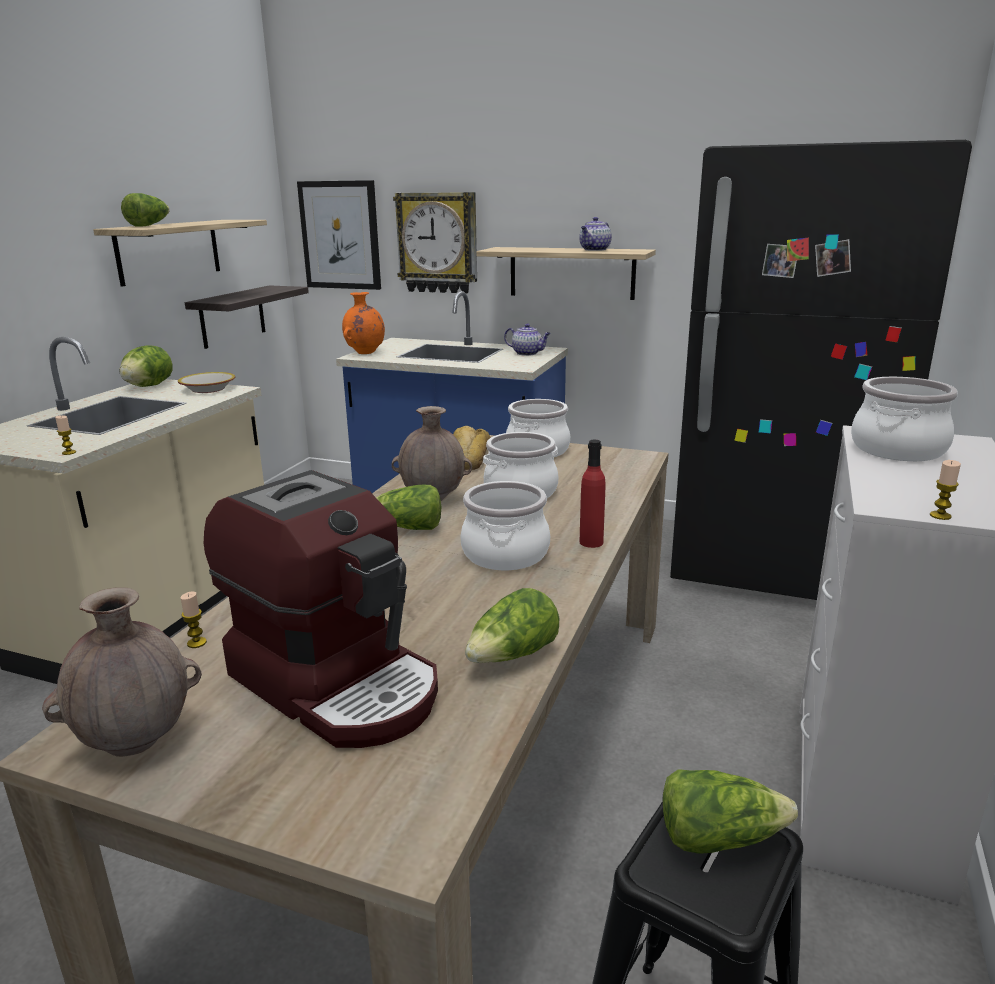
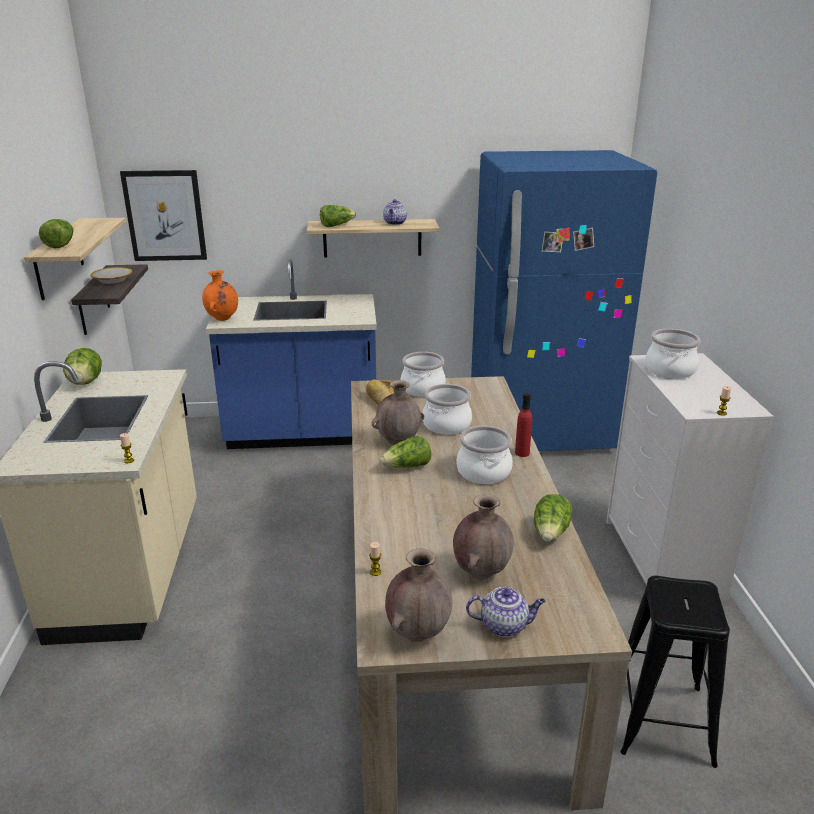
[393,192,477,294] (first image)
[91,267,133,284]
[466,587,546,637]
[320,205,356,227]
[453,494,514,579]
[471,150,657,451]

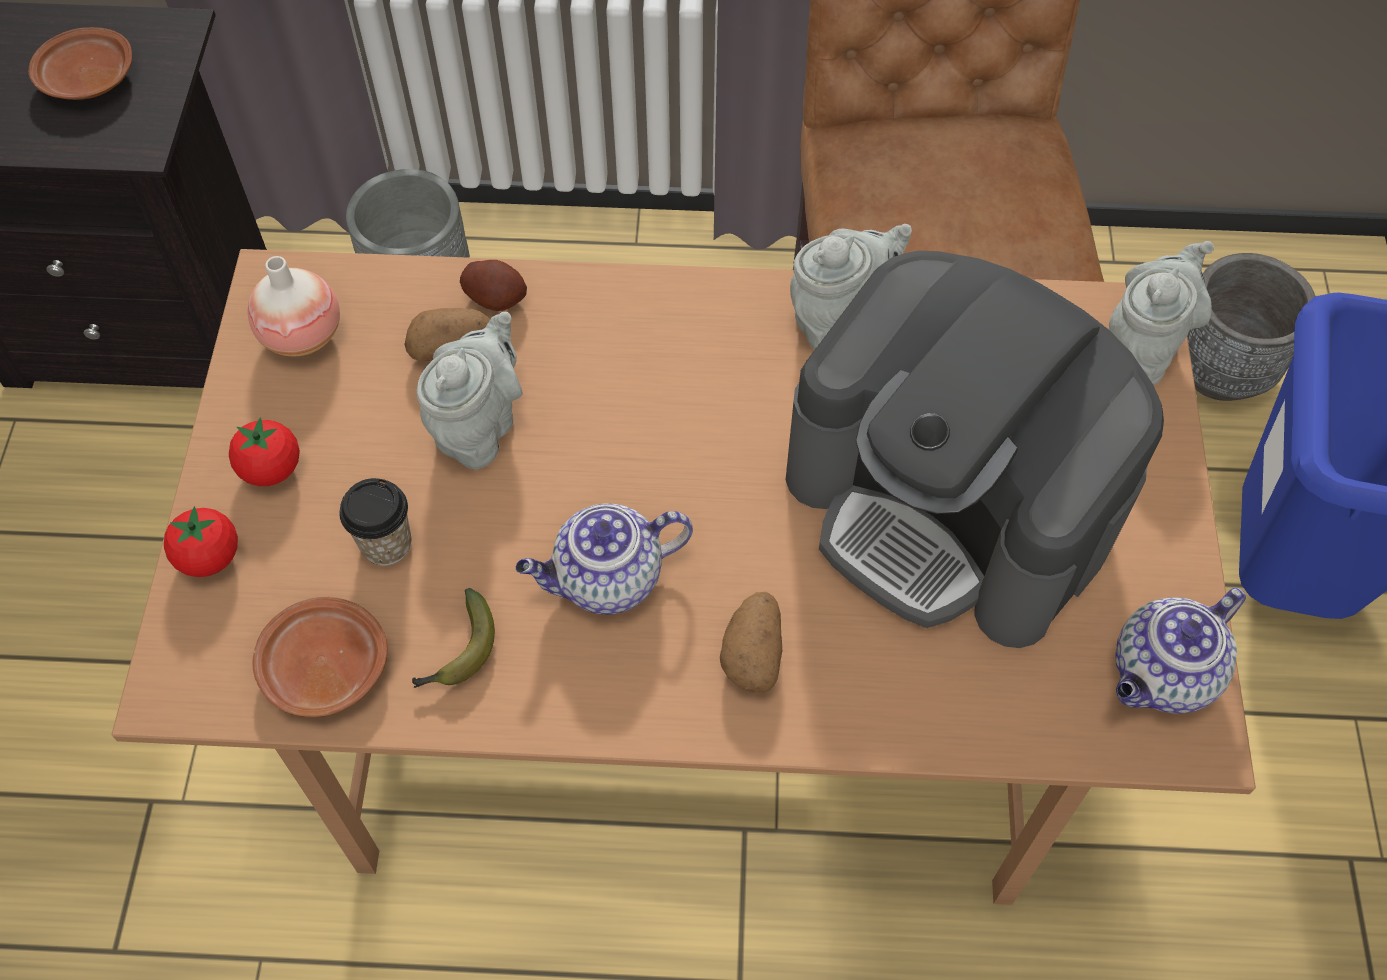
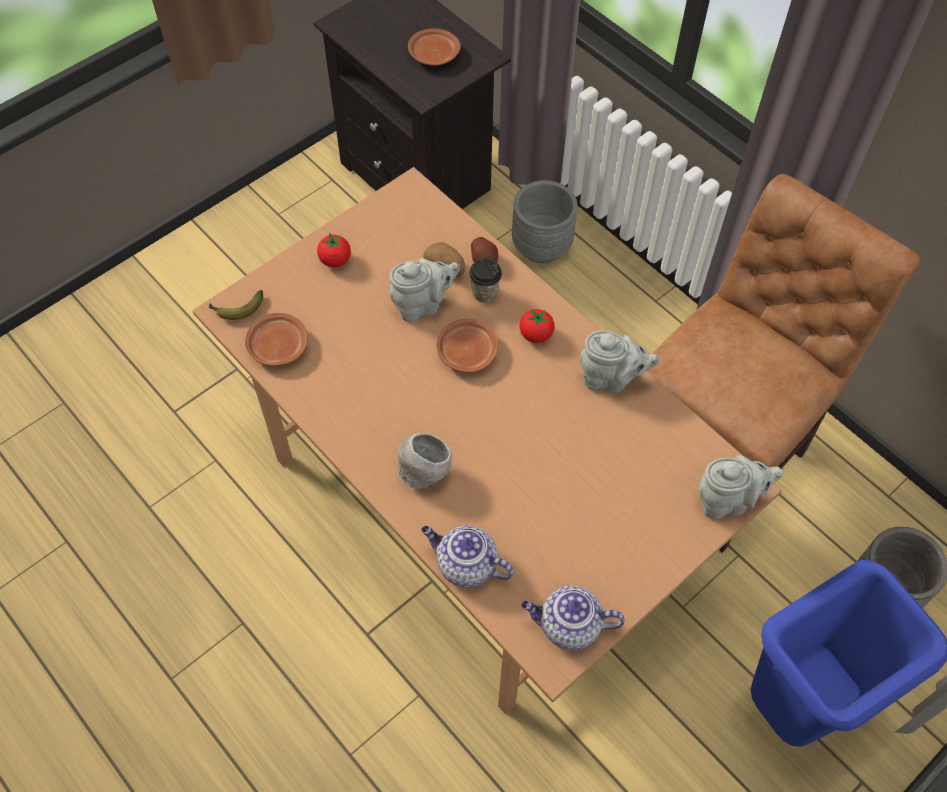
[248,256,340,357] (first image)
[786,251,1164,648] (first image)
[436,319,499,373]
[520,309,554,343]
[469,258,502,303]
[208,290,263,320]
[421,526,514,588]
[398,432,452,489]

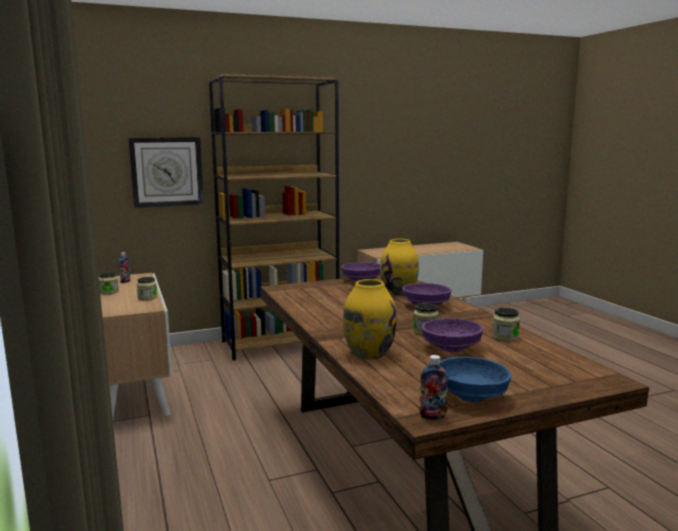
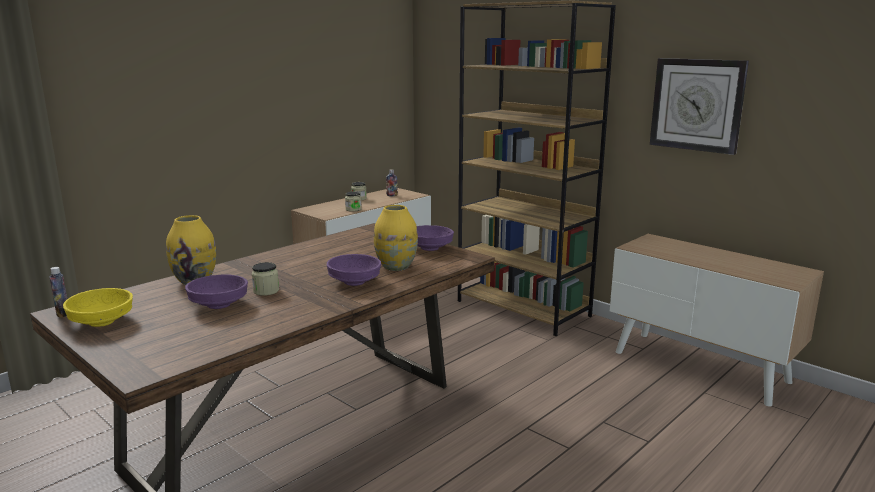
[492,308,520,341] (first image)
[650,58,749,155]
[63,288,133,327]

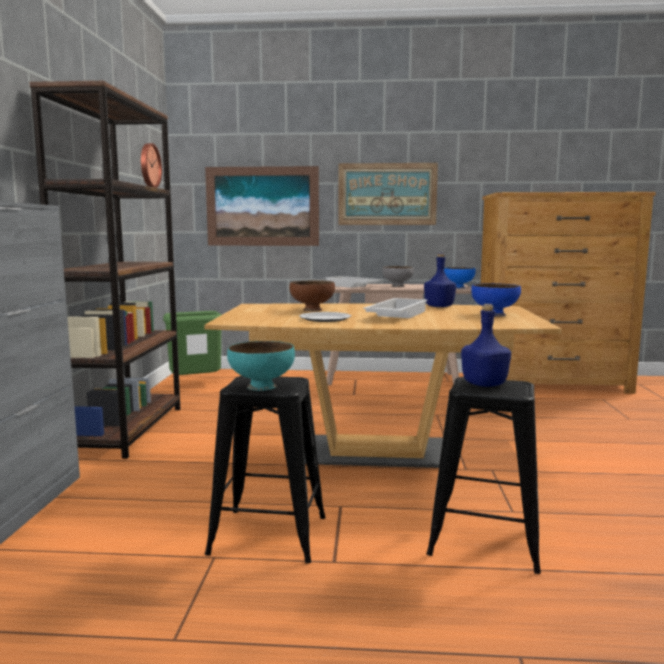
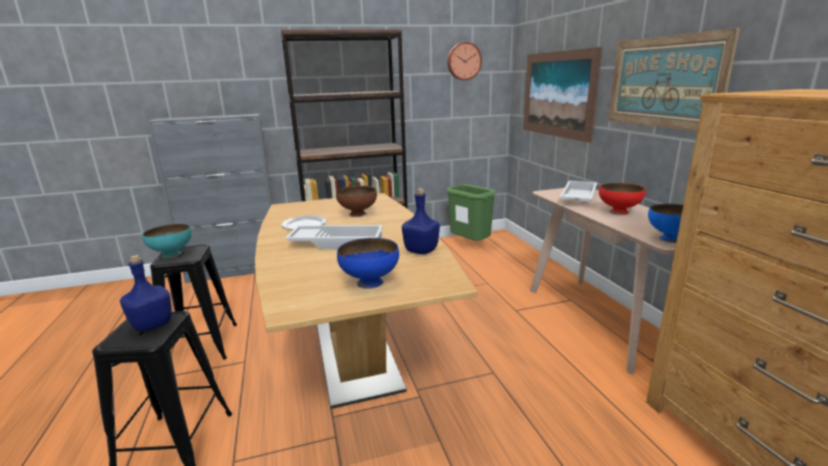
[599,183,645,215]

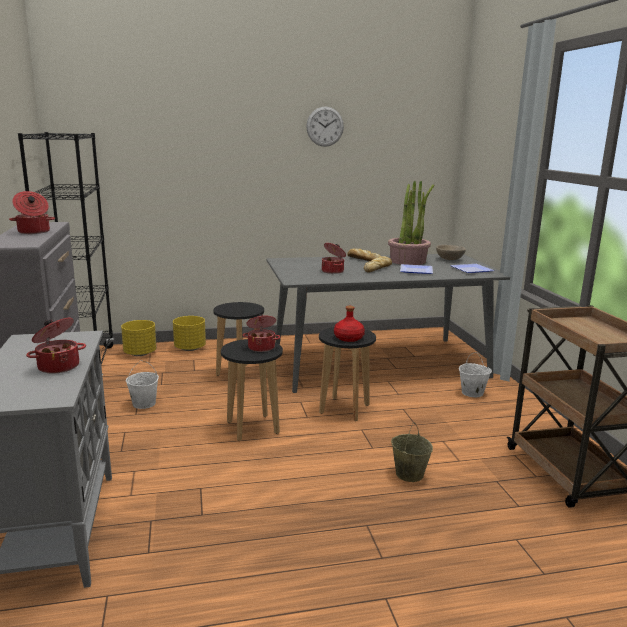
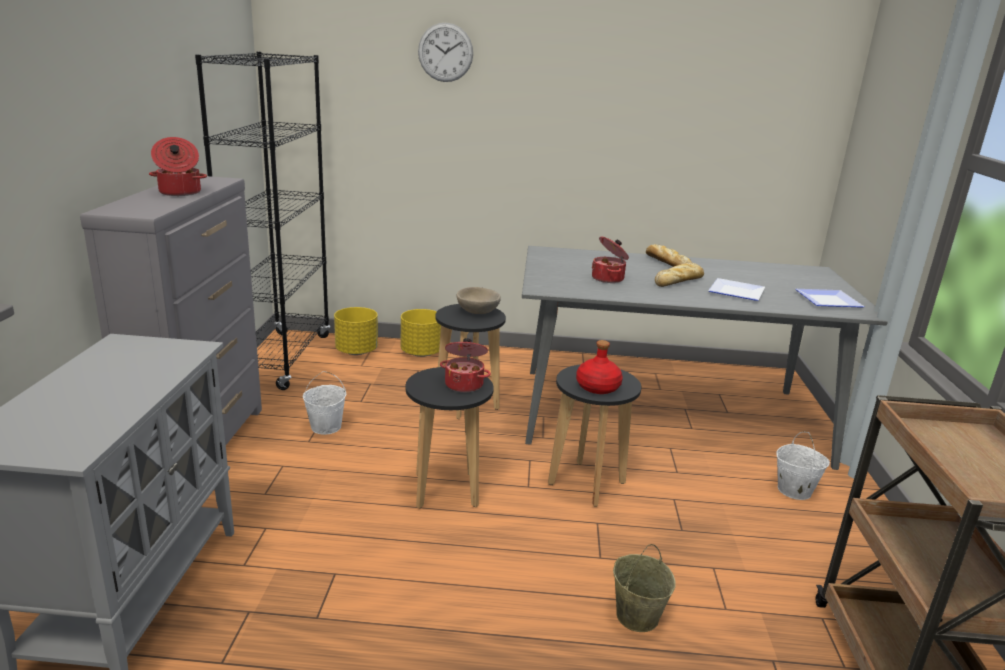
[26,318,86,374] (first image)
[388,180,435,265] (first image)
[418,23,473,82]
[457,287,501,314]

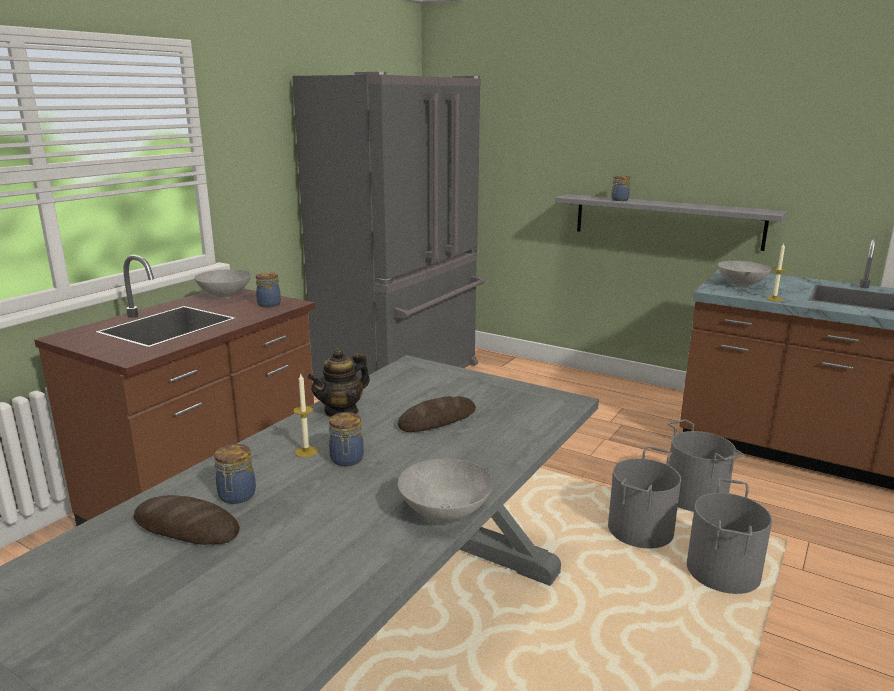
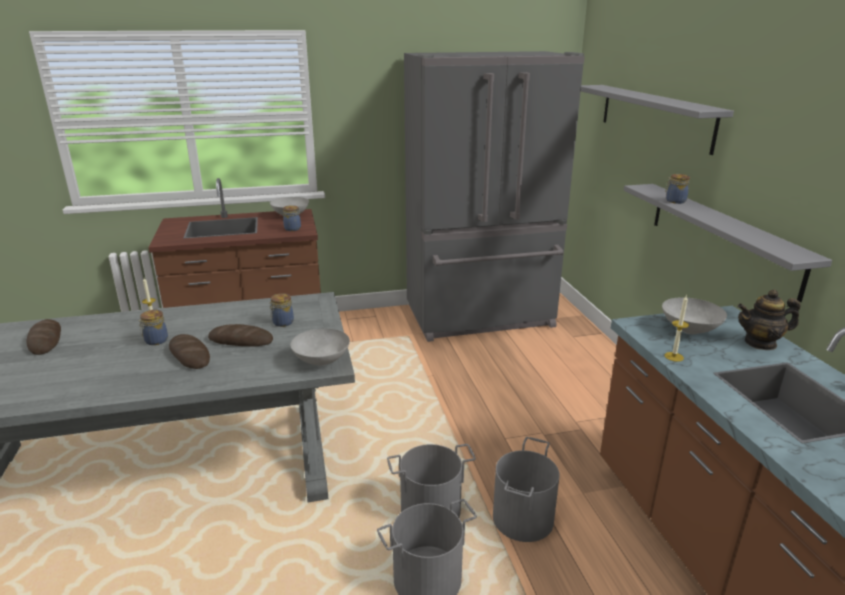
[169,334,210,369]
[581,85,734,155]
[269,293,294,327]
[738,290,801,350]
[290,328,350,366]

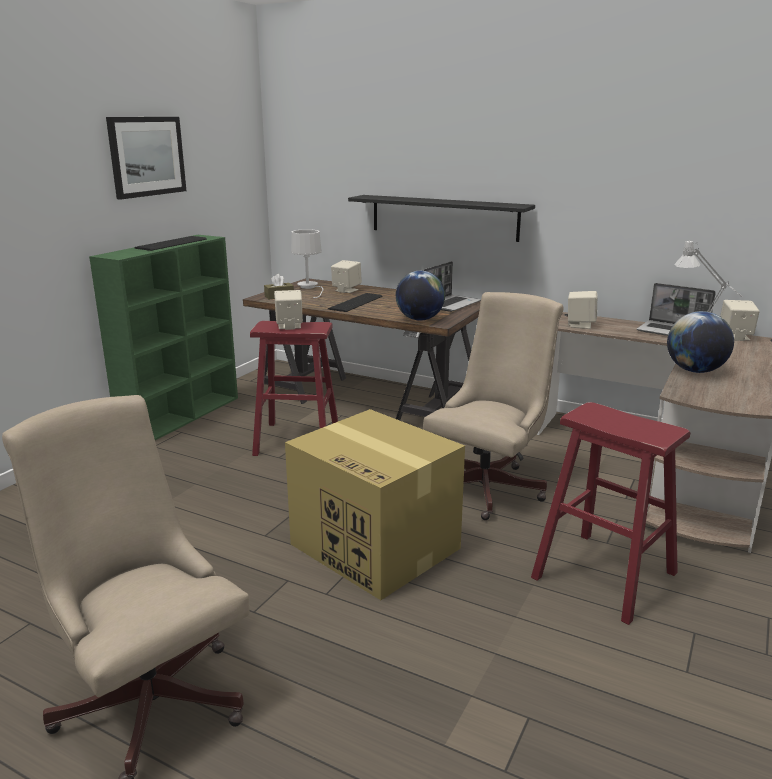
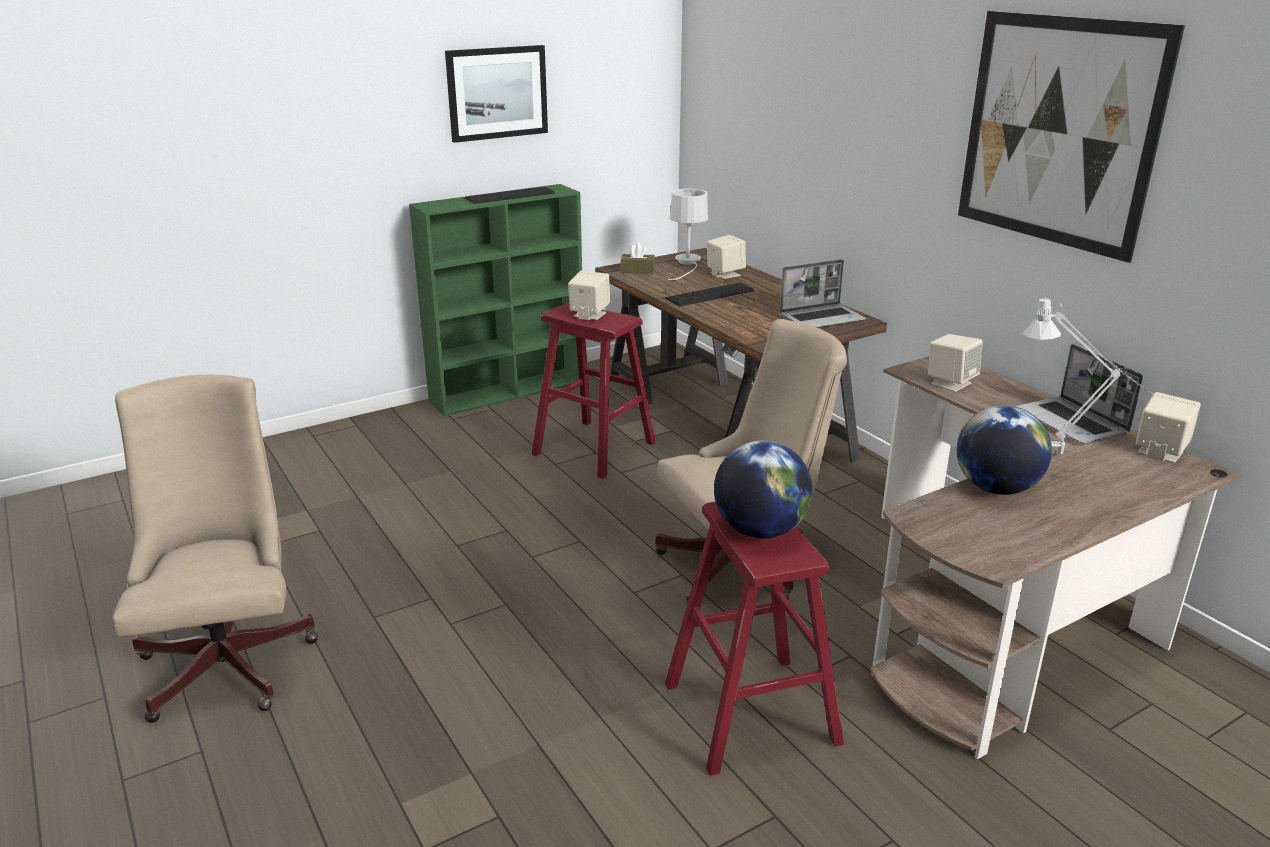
[285,409,465,600] (first image)
[348,195,535,242] (first image)
[958,11,1185,263]
[714,441,812,538]

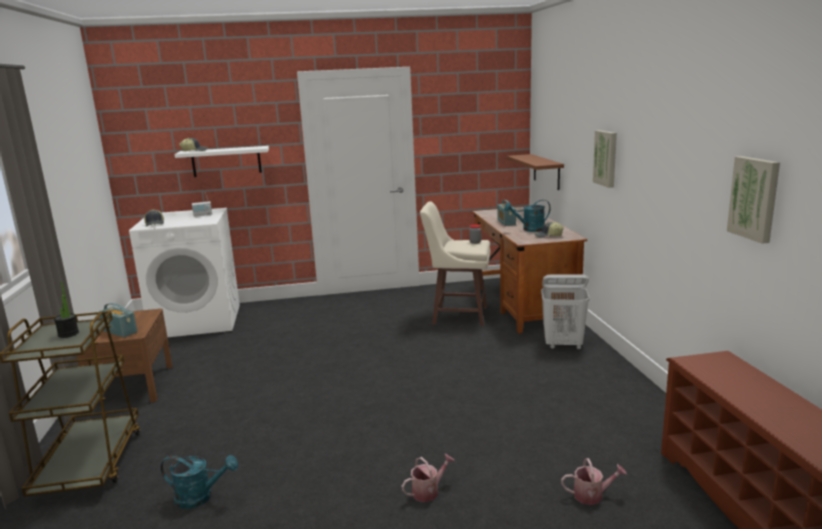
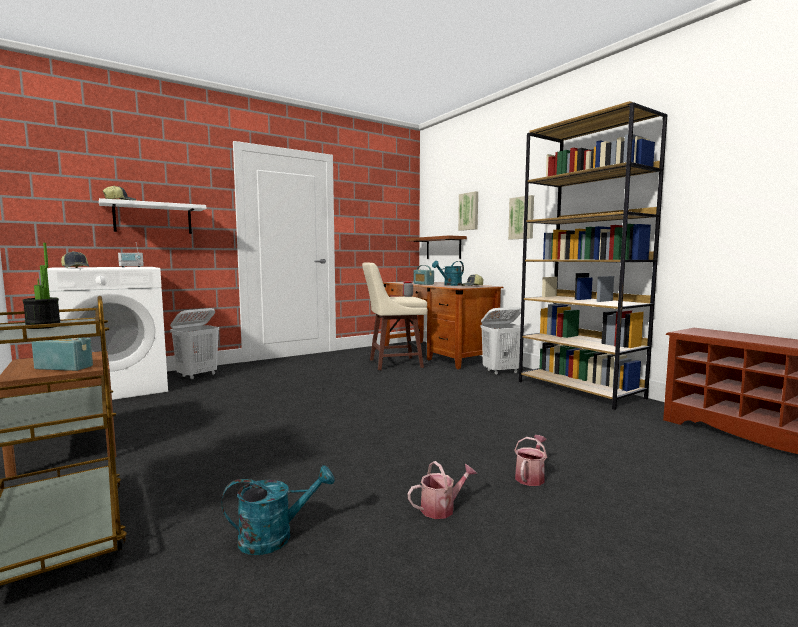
[170,308,219,380]
[519,101,668,410]
[407,461,477,519]
[458,191,478,231]

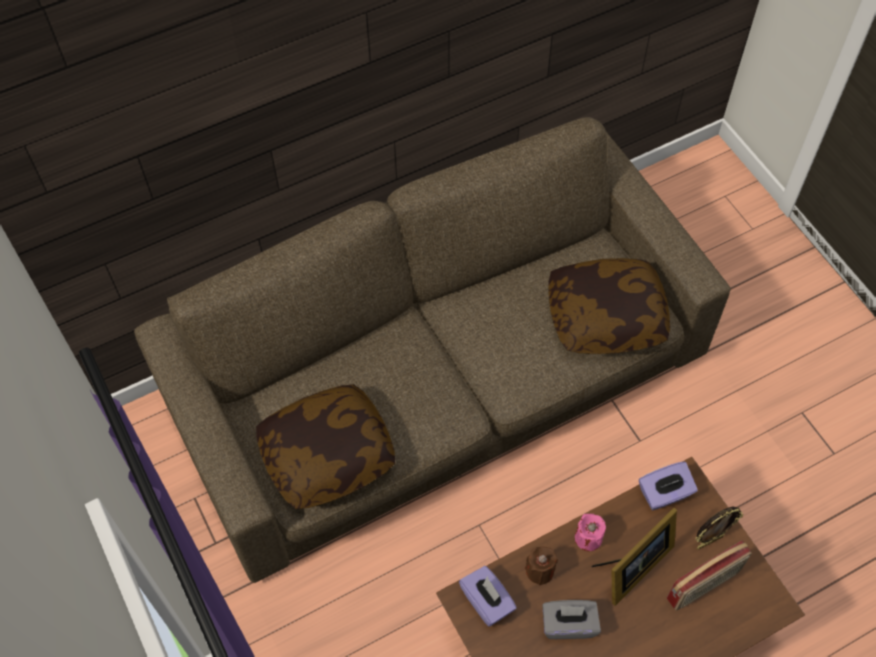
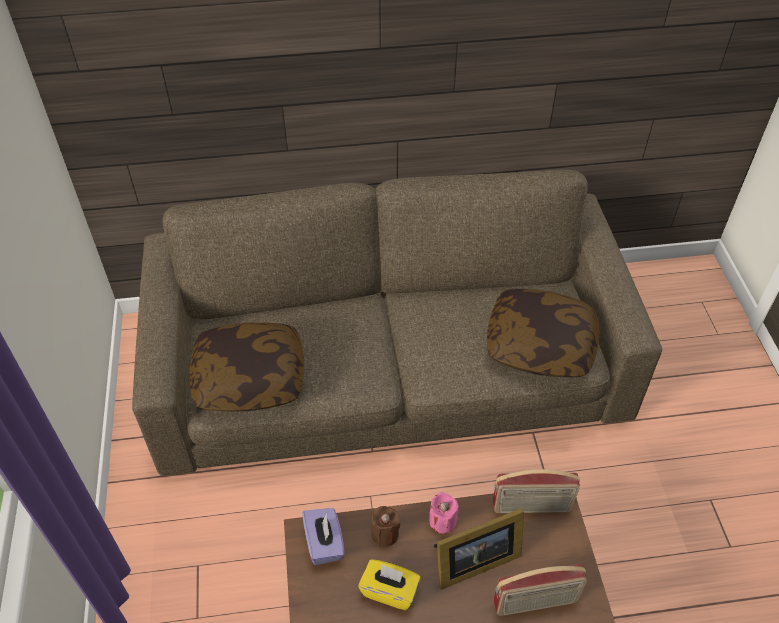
[696,507,744,550] (first image)
[493,469,580,513]
[358,559,421,610]

